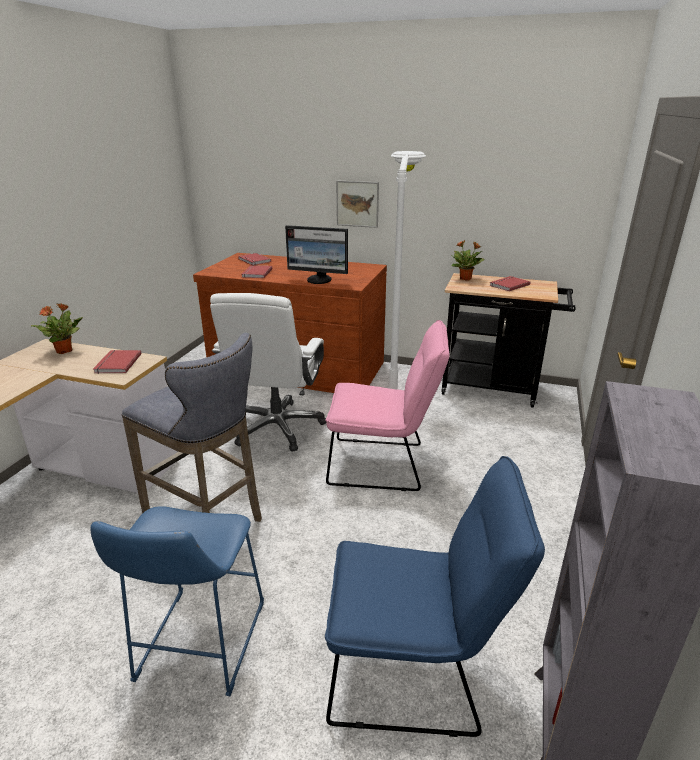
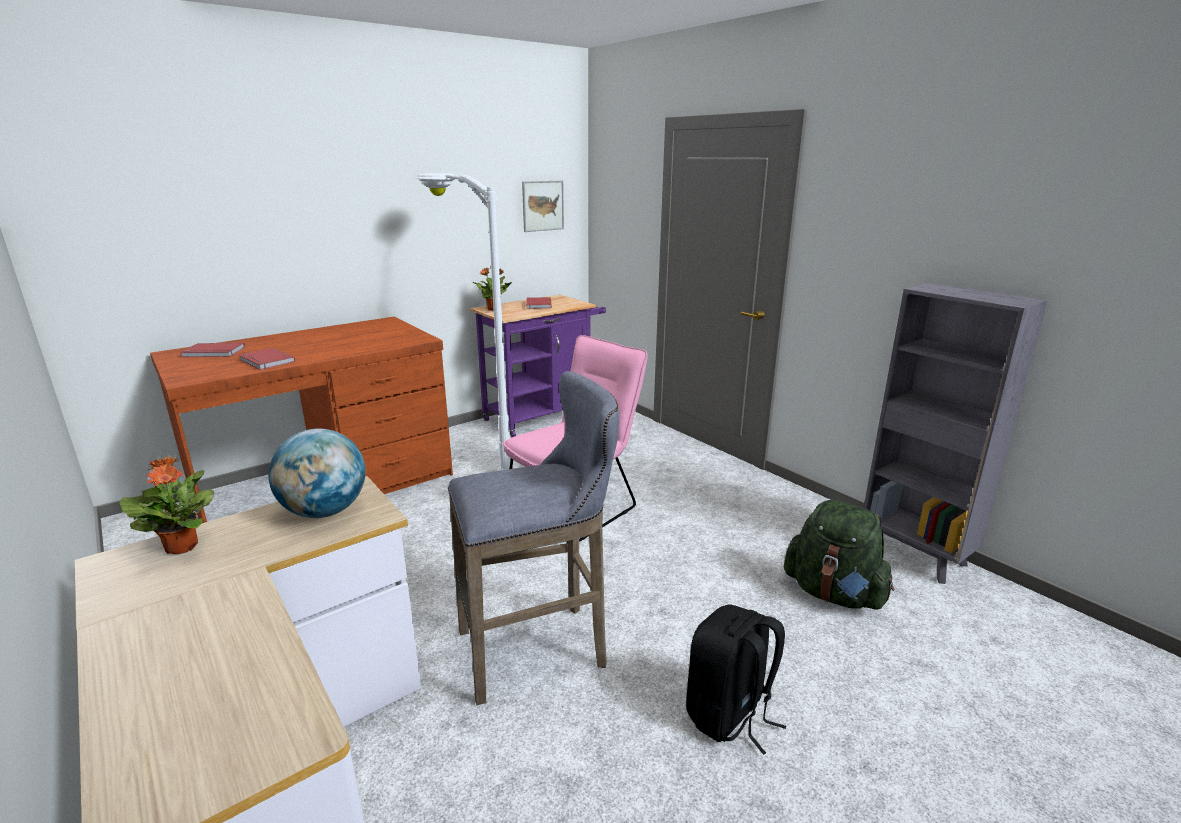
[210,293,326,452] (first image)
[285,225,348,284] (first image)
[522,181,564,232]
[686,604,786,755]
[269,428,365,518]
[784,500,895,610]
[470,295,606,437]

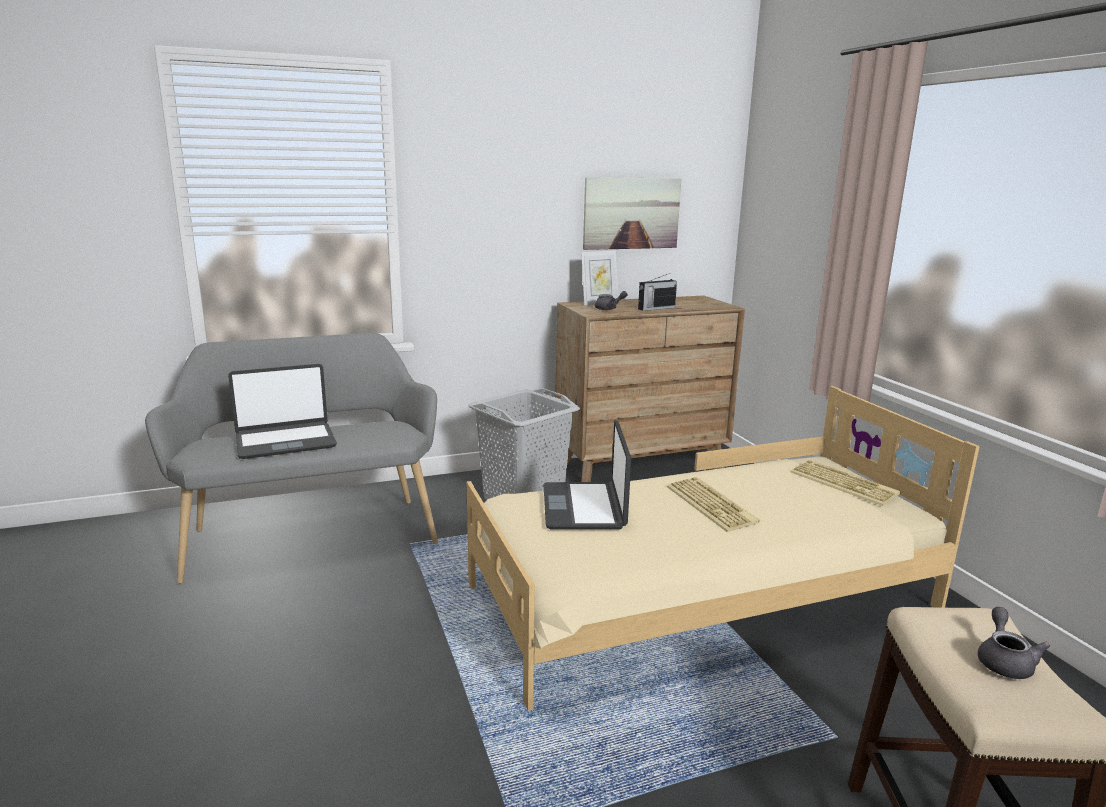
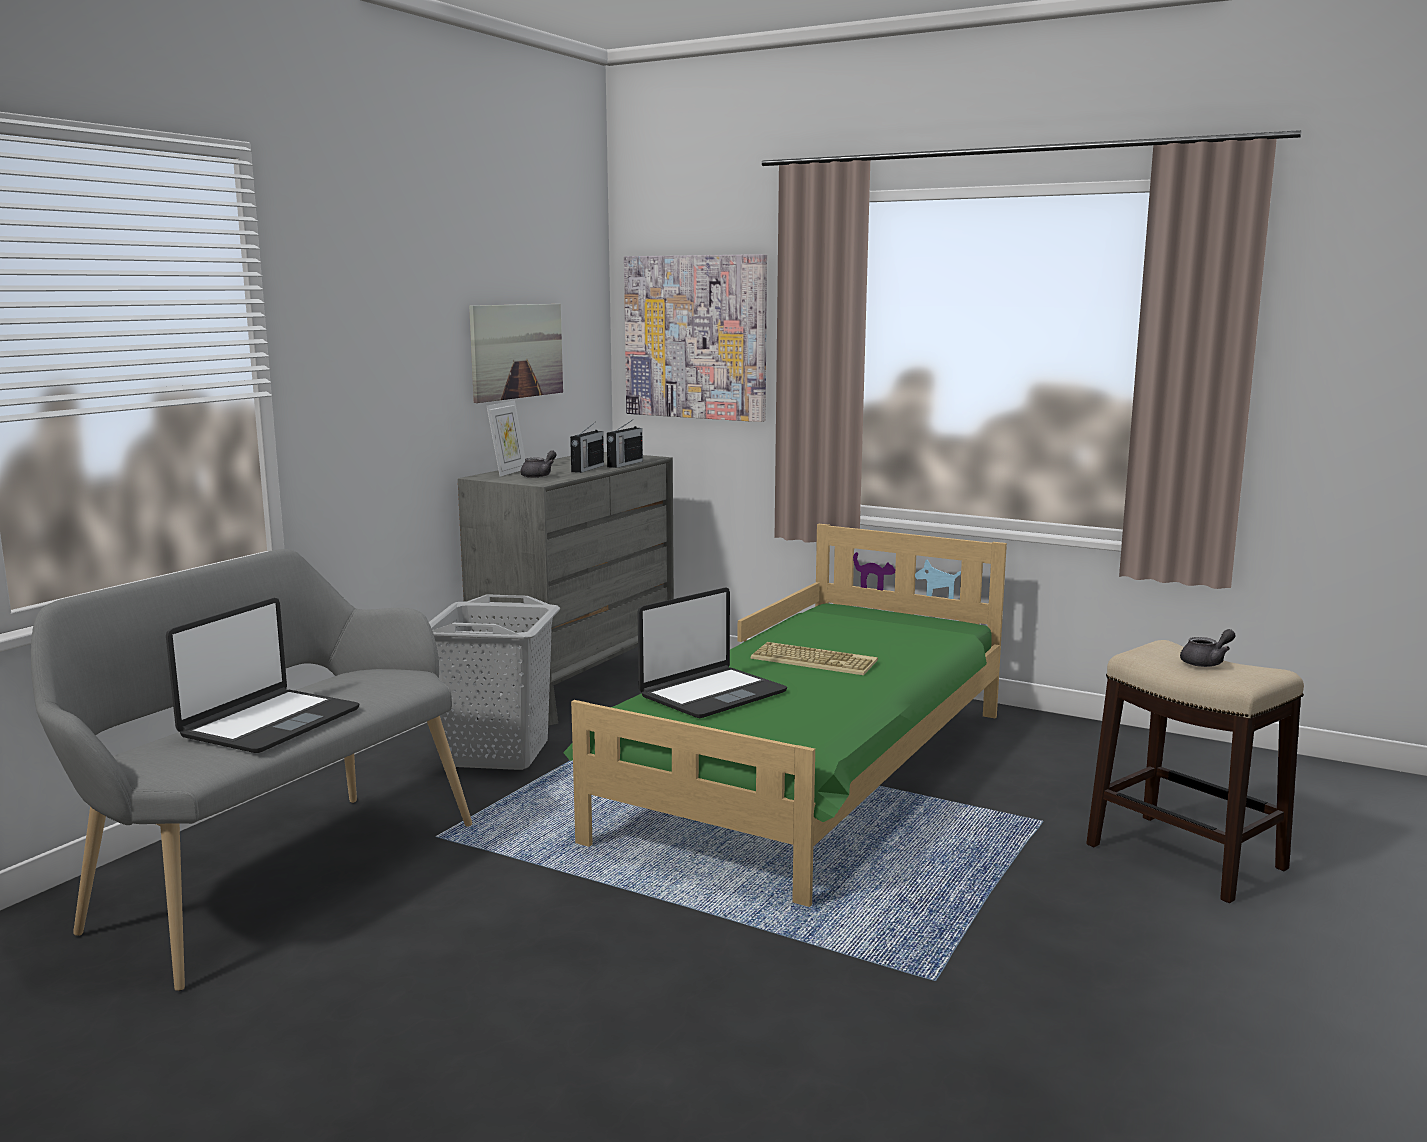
[791,460,901,506] (first image)
[607,419,643,468]
[624,254,767,422]
[563,524,1007,907]
[458,452,674,725]
[638,587,787,718]
[1180,629,1236,667]

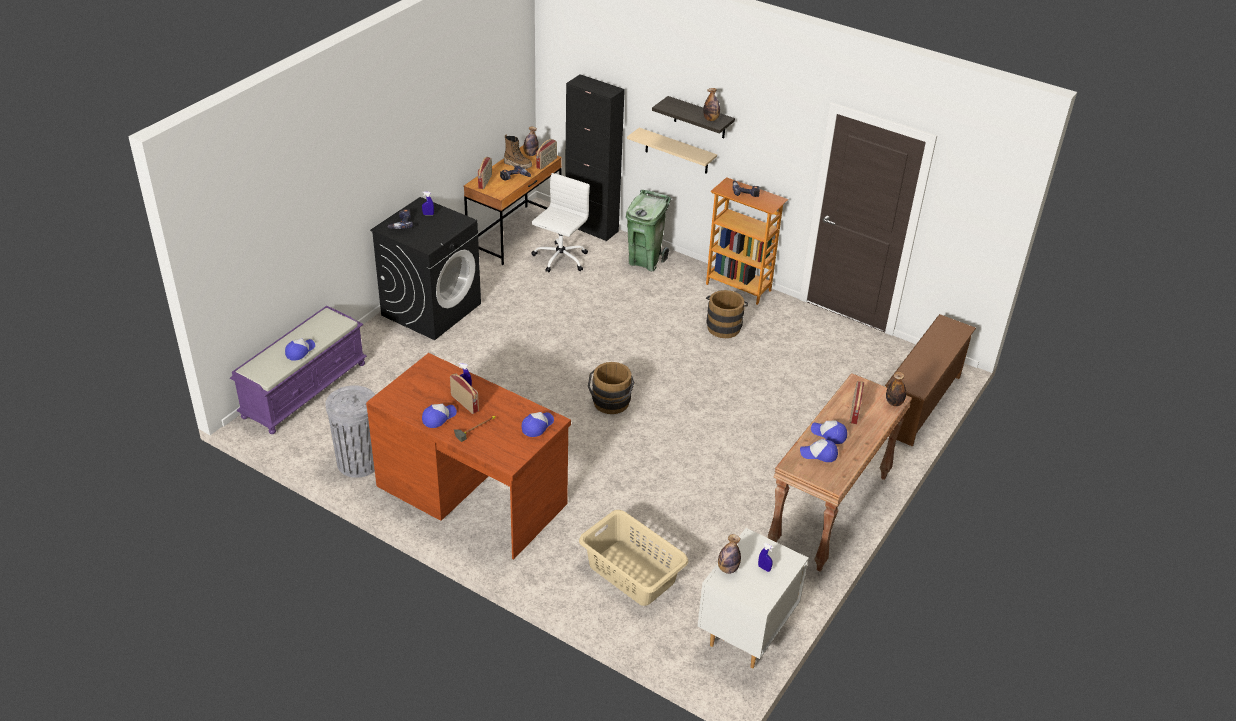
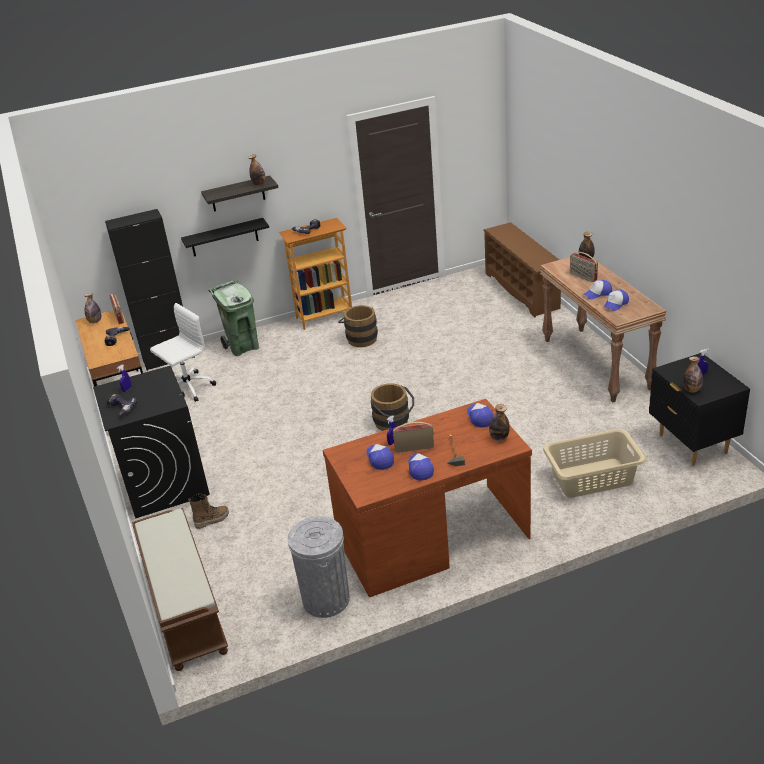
[478,157,492,189] (first image)
[489,404,510,441]
[366,444,394,470]
[188,494,229,529]
[132,508,228,671]
[181,218,269,257]
[649,353,750,466]
[150,303,216,402]

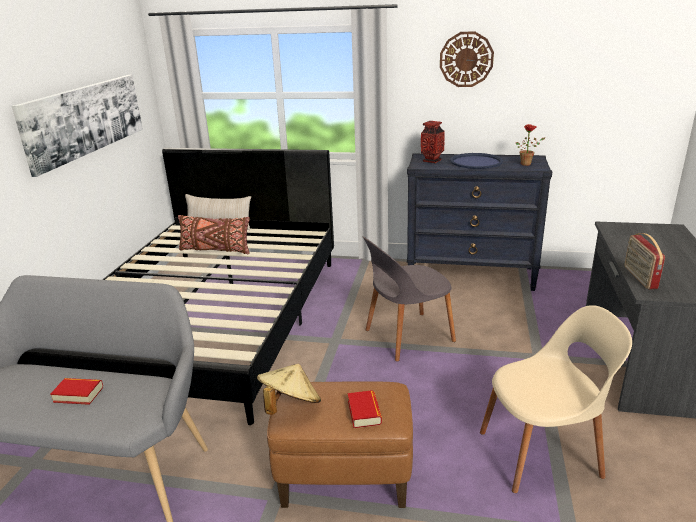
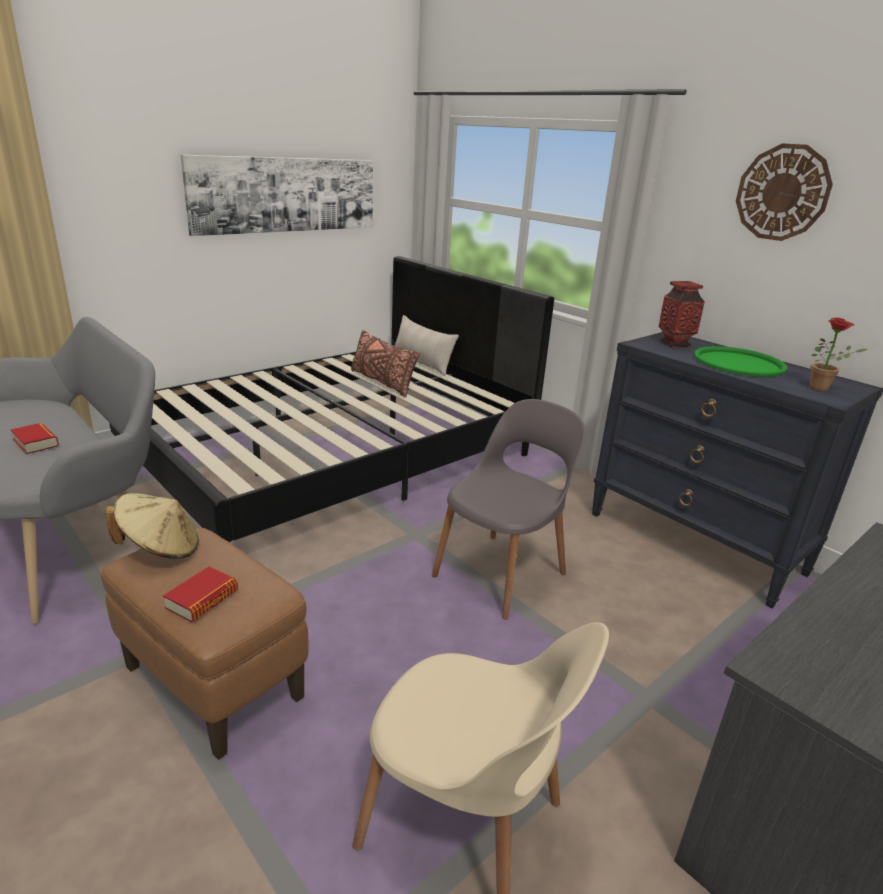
[624,233,665,289] (first image)
[694,346,787,377]
[432,399,586,620]

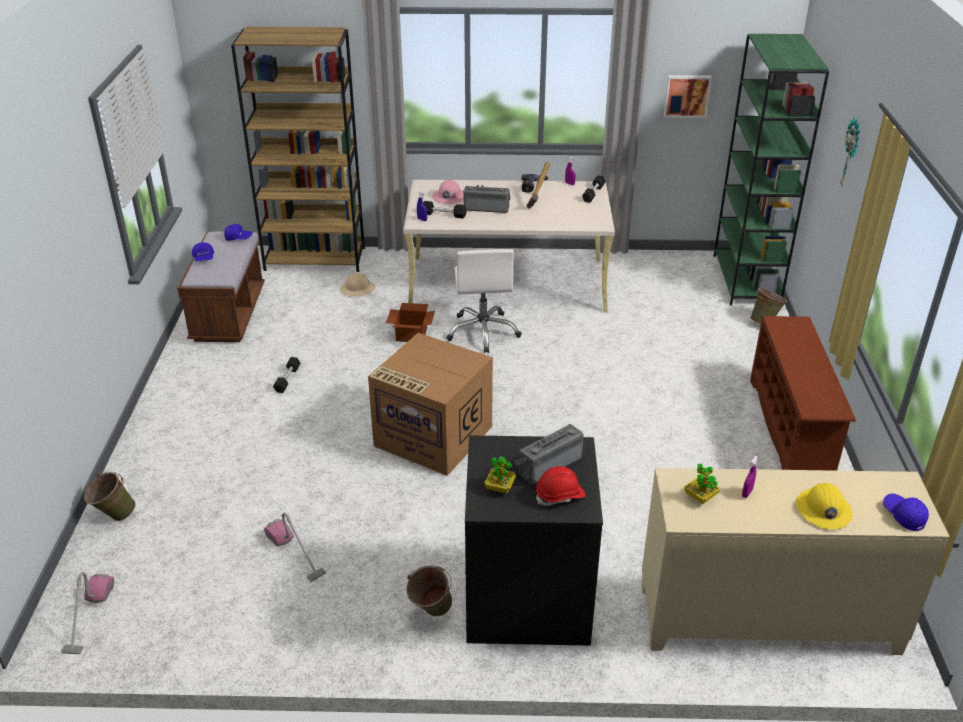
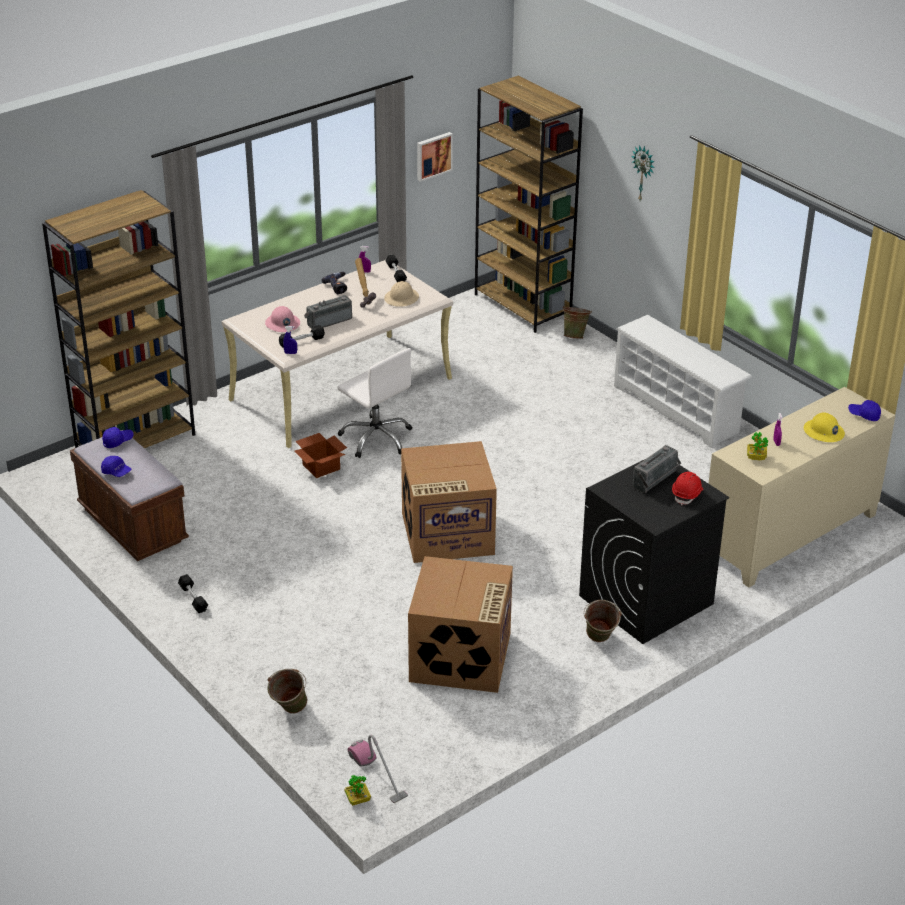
[178,574,208,613]
[384,281,419,307]
[344,775,371,806]
[408,556,513,693]
[475,76,583,333]
[614,315,752,448]
[633,445,681,493]

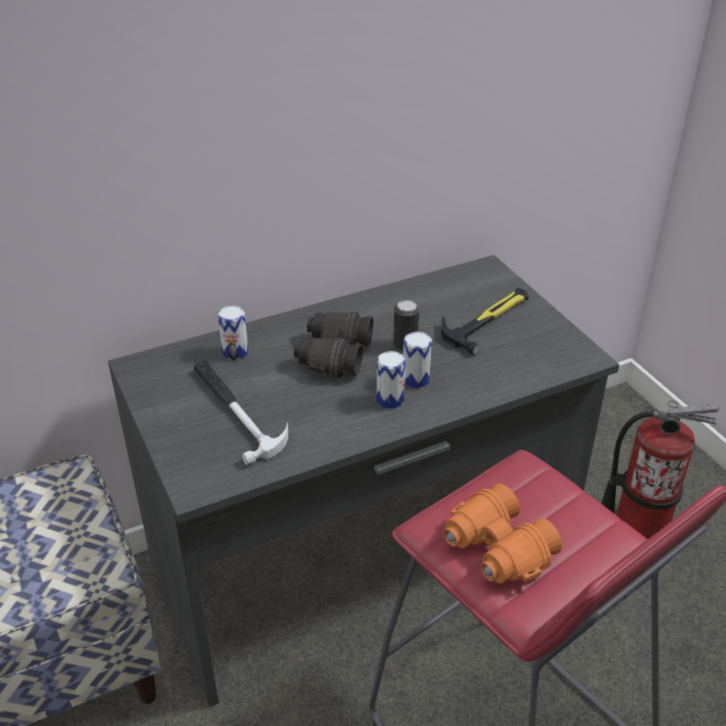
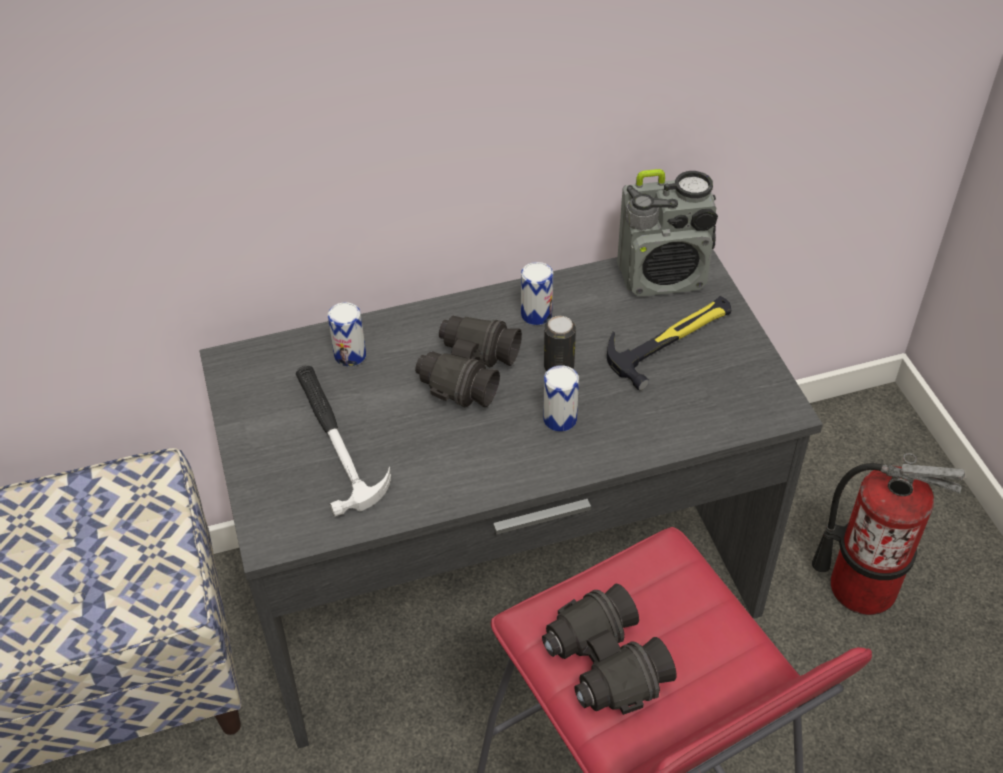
[617,169,718,296]
[521,262,553,325]
[542,584,676,715]

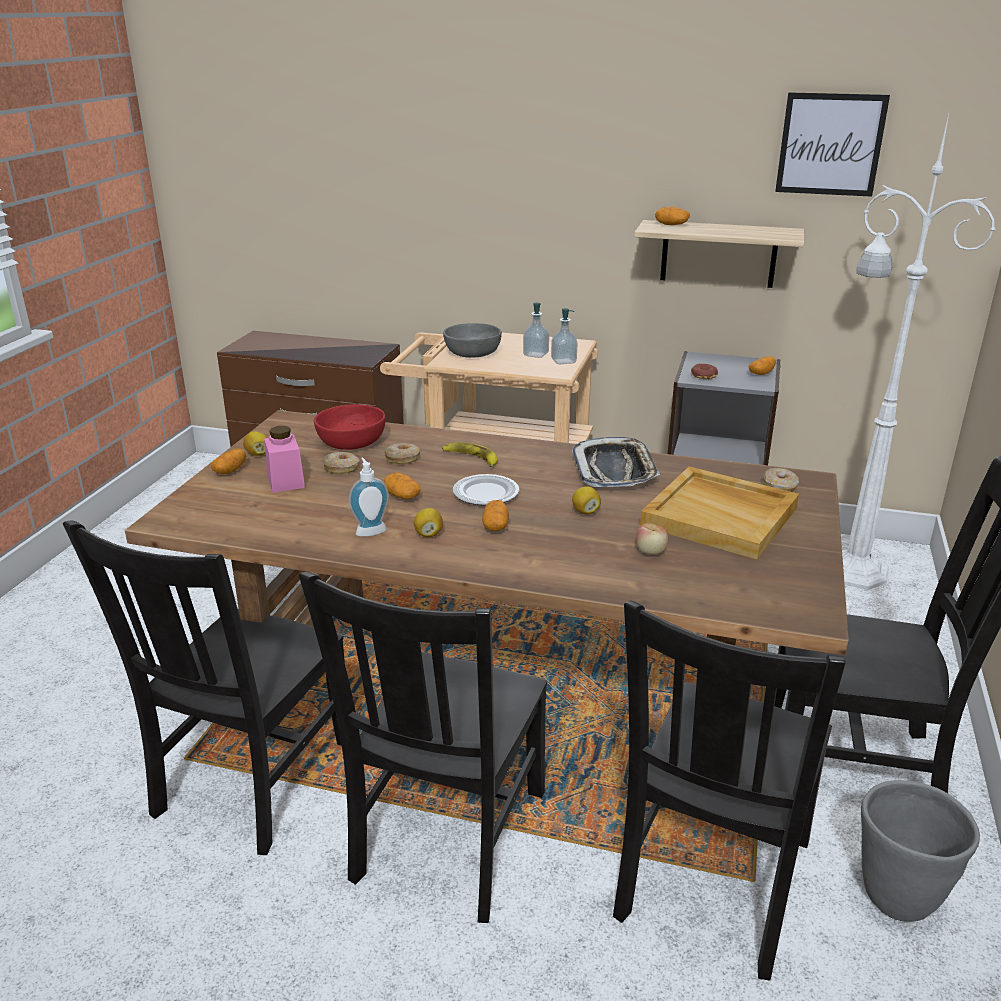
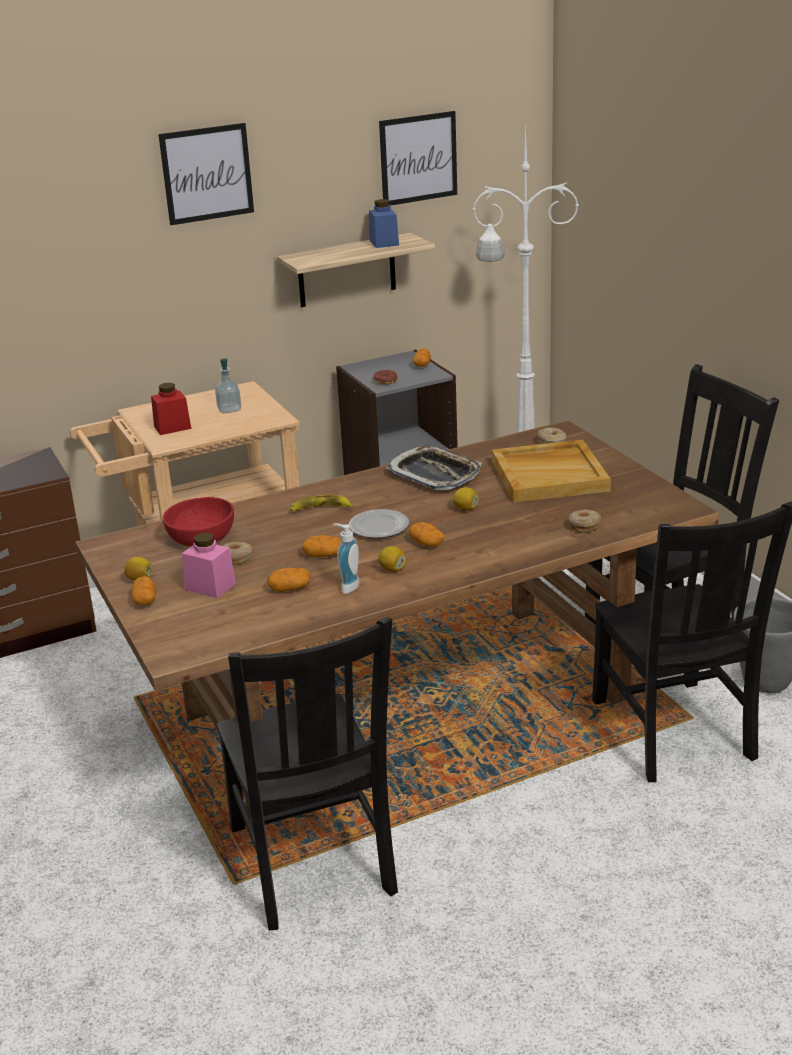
[299,572,547,923] (first image)
[551,308,577,364] (first image)
[636,523,668,554] (first image)
[158,123,254,225]
[369,199,399,248]
[568,509,601,533]
[267,567,311,592]
[151,383,191,435]

